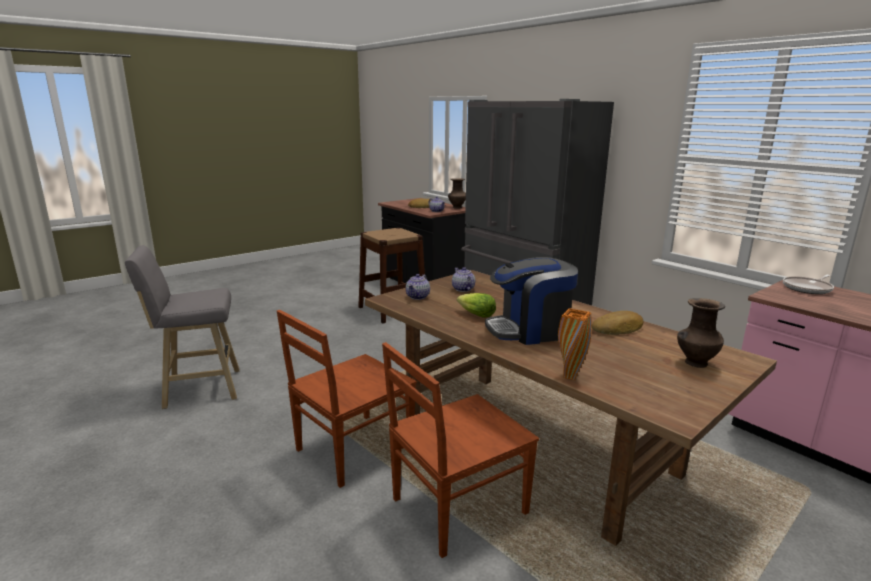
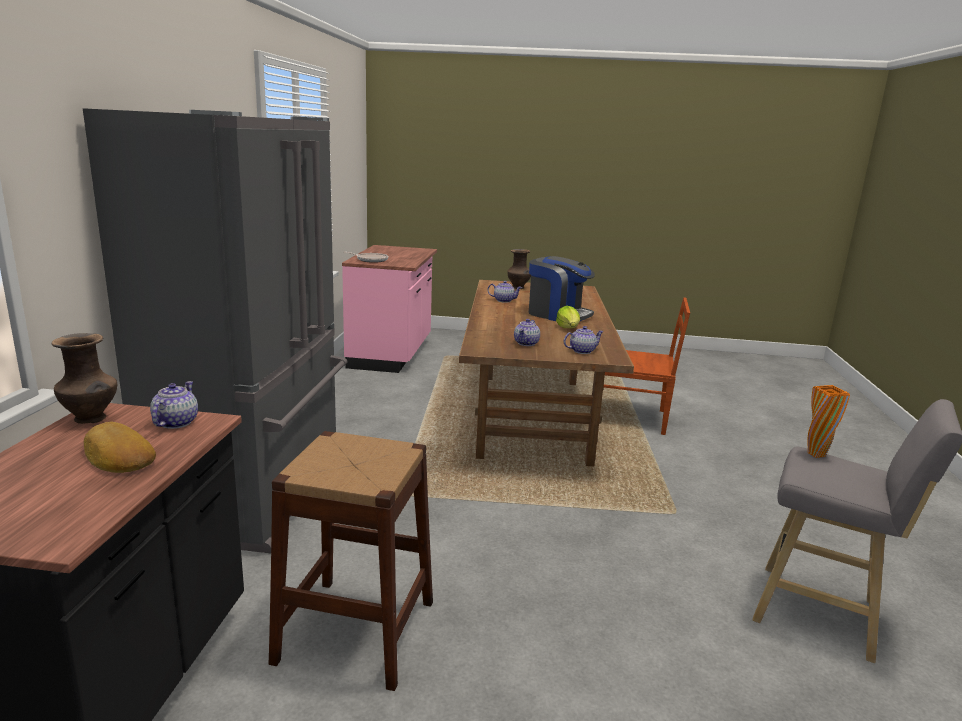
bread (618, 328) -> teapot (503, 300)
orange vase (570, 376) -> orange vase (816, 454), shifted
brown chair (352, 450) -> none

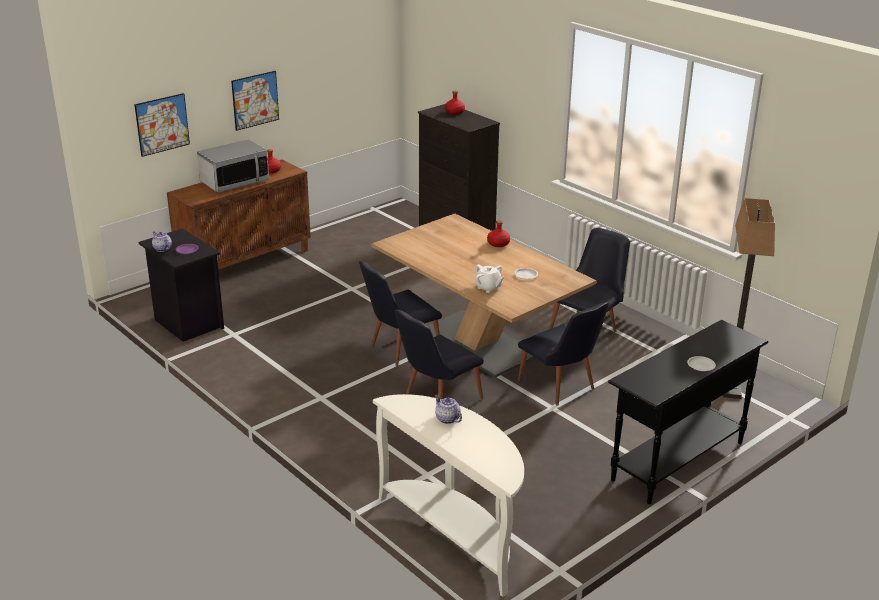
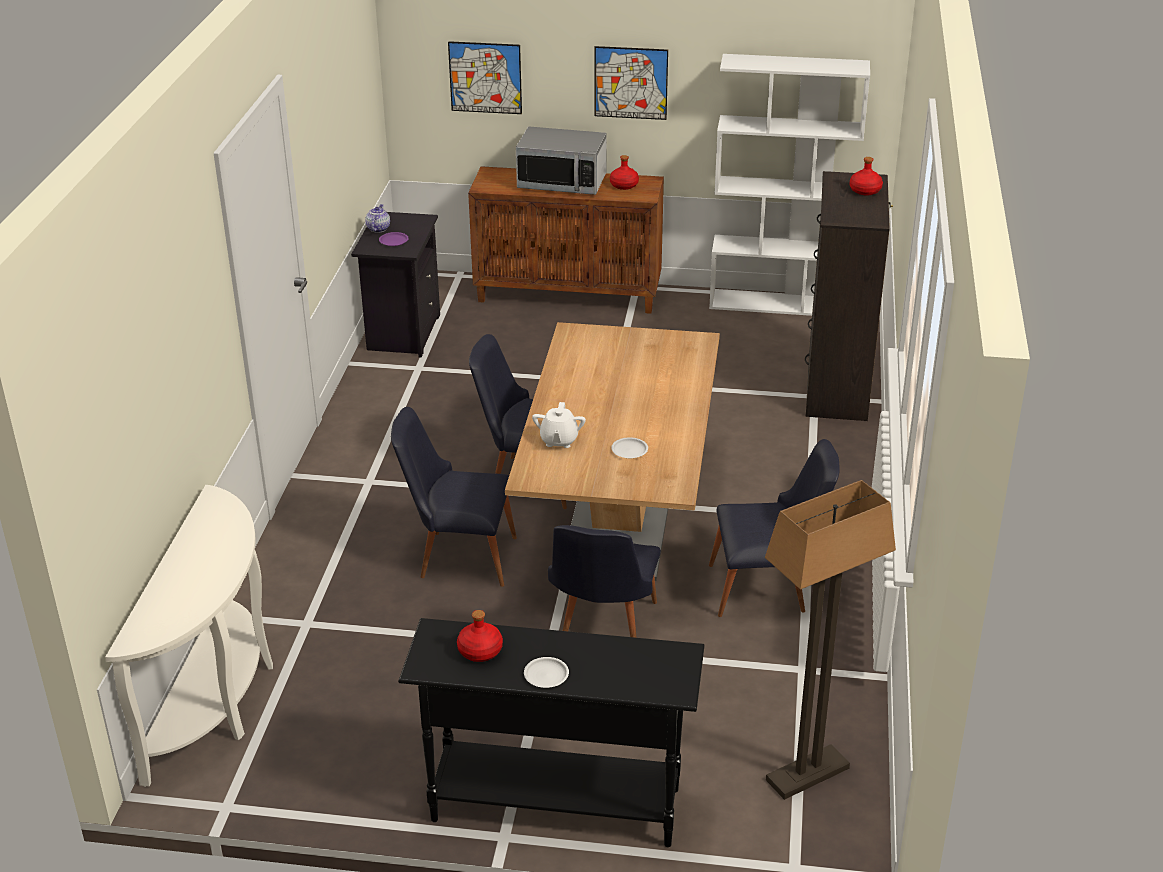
red bottle (498, 243) -> red bottle (480, 650), shifted
none -> white bookcase (778, 303)
teapot (447, 419) -> none

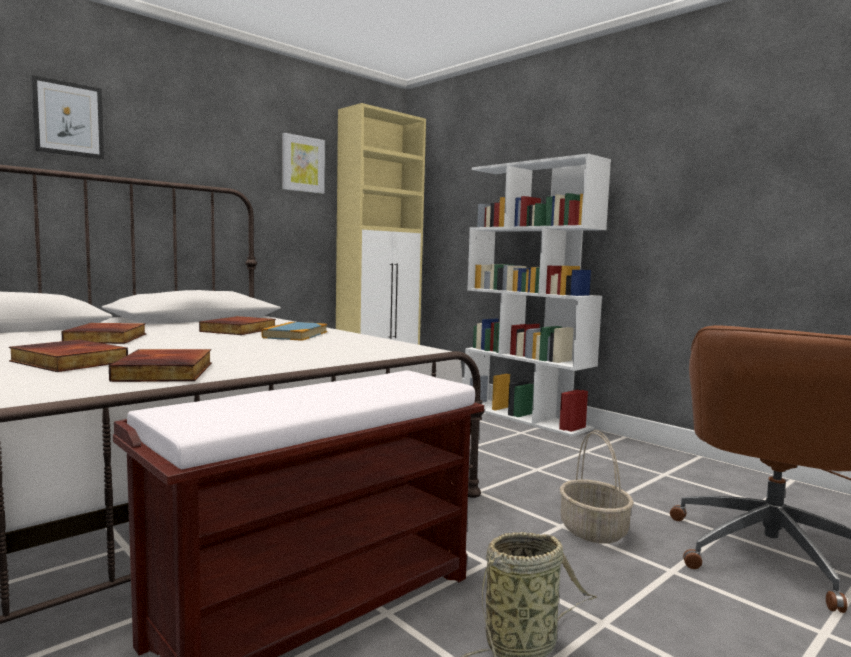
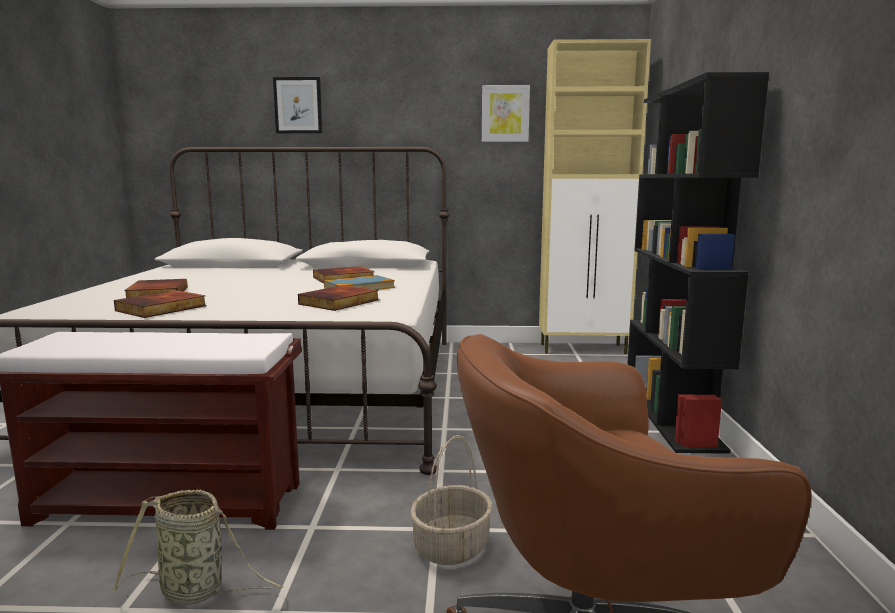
book (108, 338) -> book (340, 302), shifted
white bookcase (525, 417) -> black bookcase (672, 416)

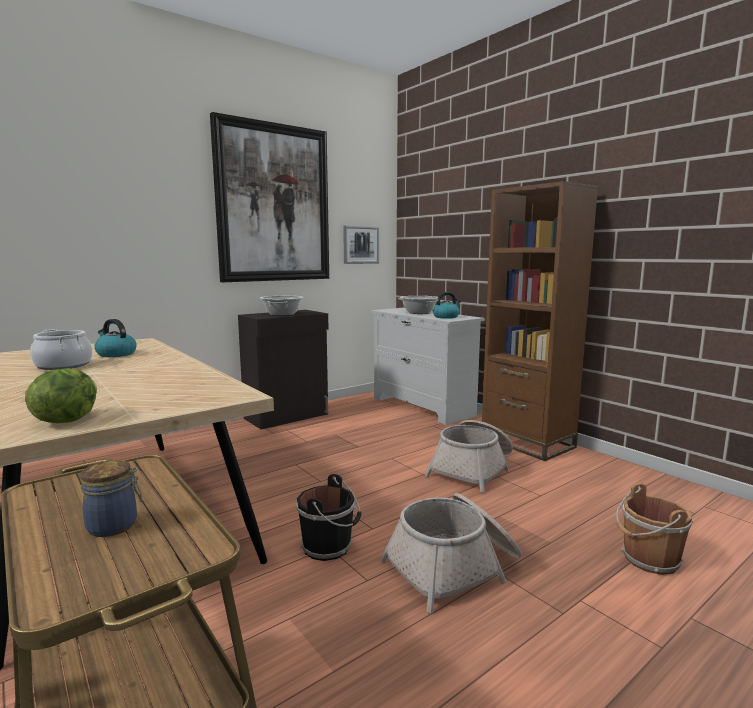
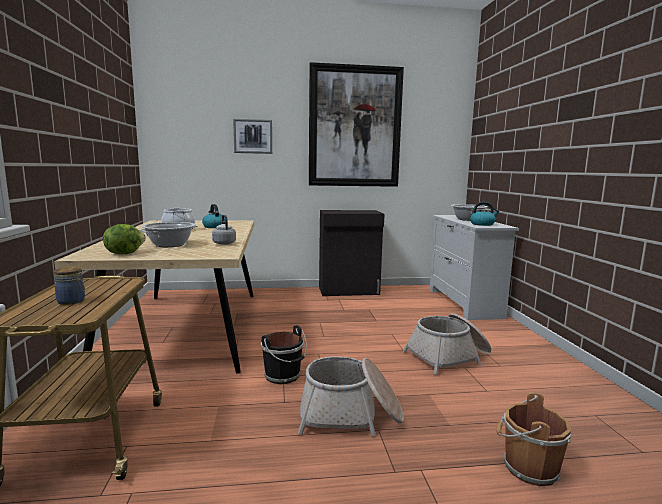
cooking pot (282, 314) -> cooking pot (170, 245), shifted
none -> grey kettle (224, 243)
picture (361, 245) -> picture (253, 136), shifted
brown bookcase (527, 442) -> none

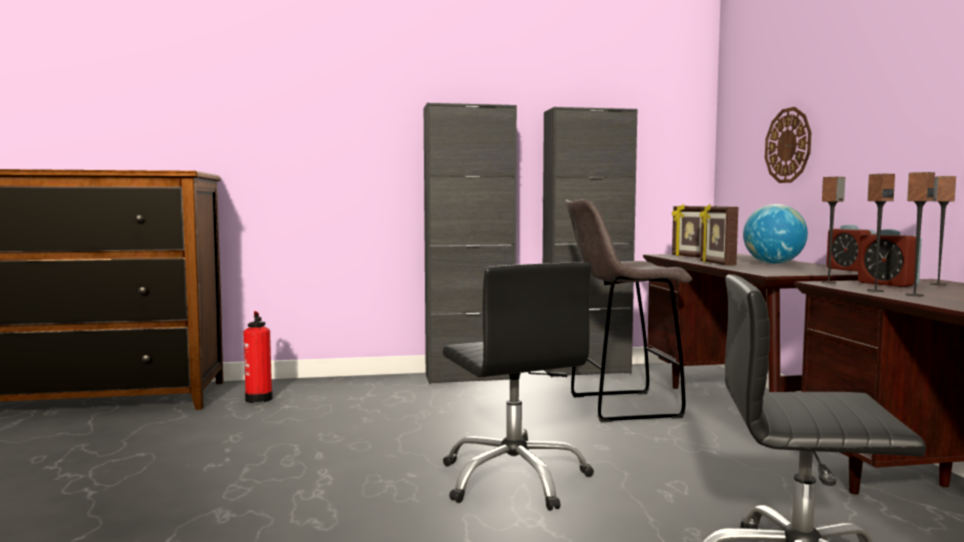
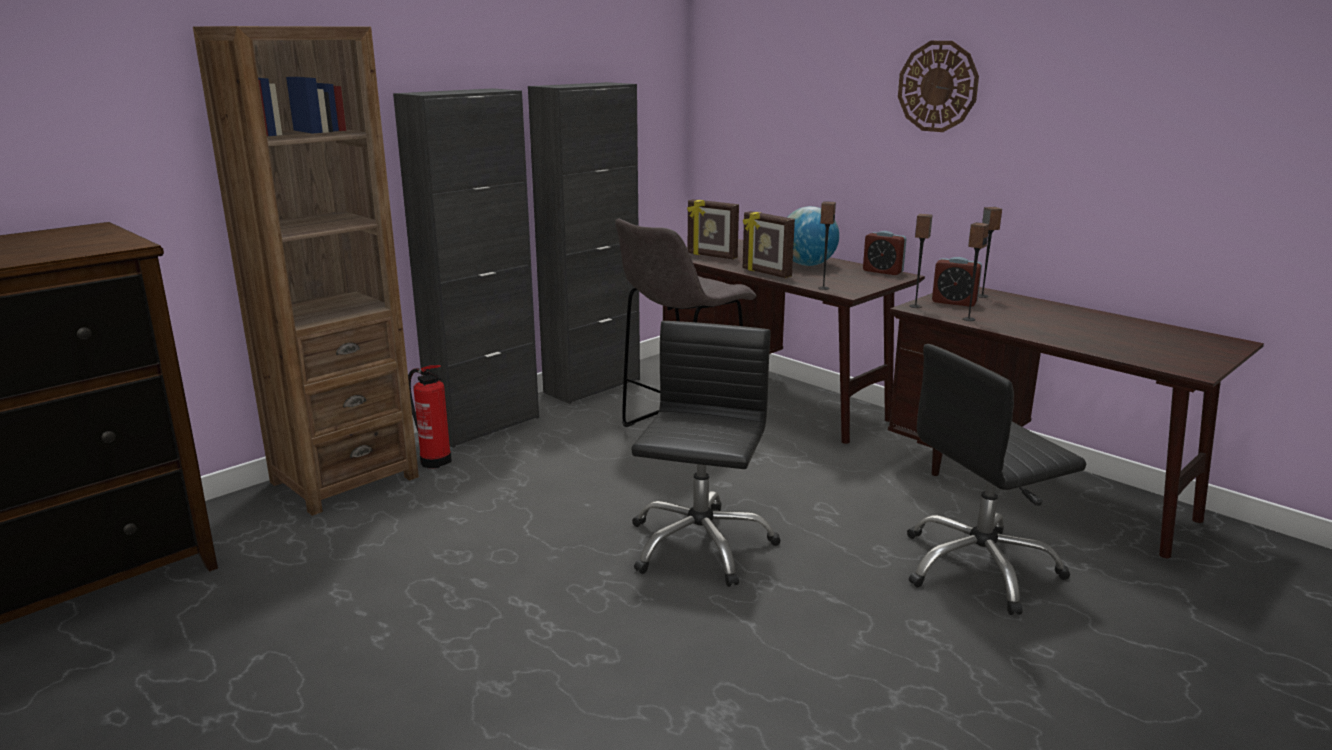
none -> brown bookcase (344, 479)
fire extinguisher (259, 398) -> fire extinguisher (434, 460), shifted
black office chair (514, 479) -> black office chair (699, 545), 105 degrees counterclockwise
speaker (914, 295) -> speaker (823, 288), shifted
wall clock (788, 145) -> wall clock (938, 86), shifted

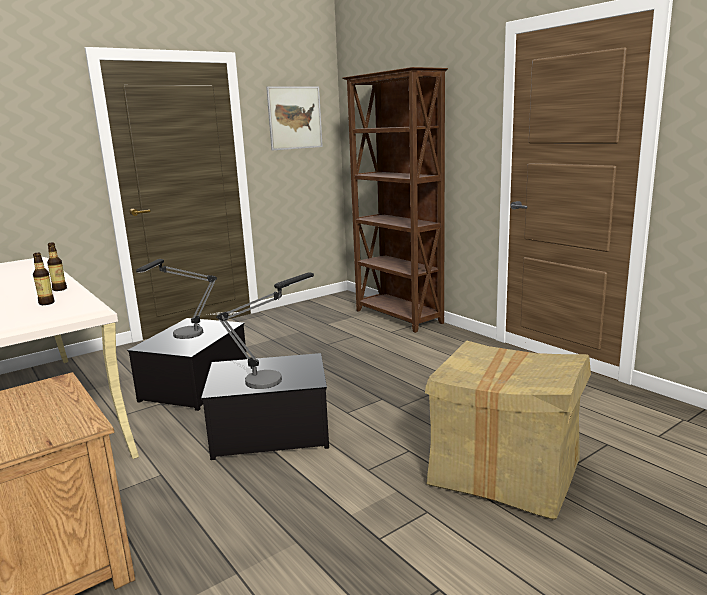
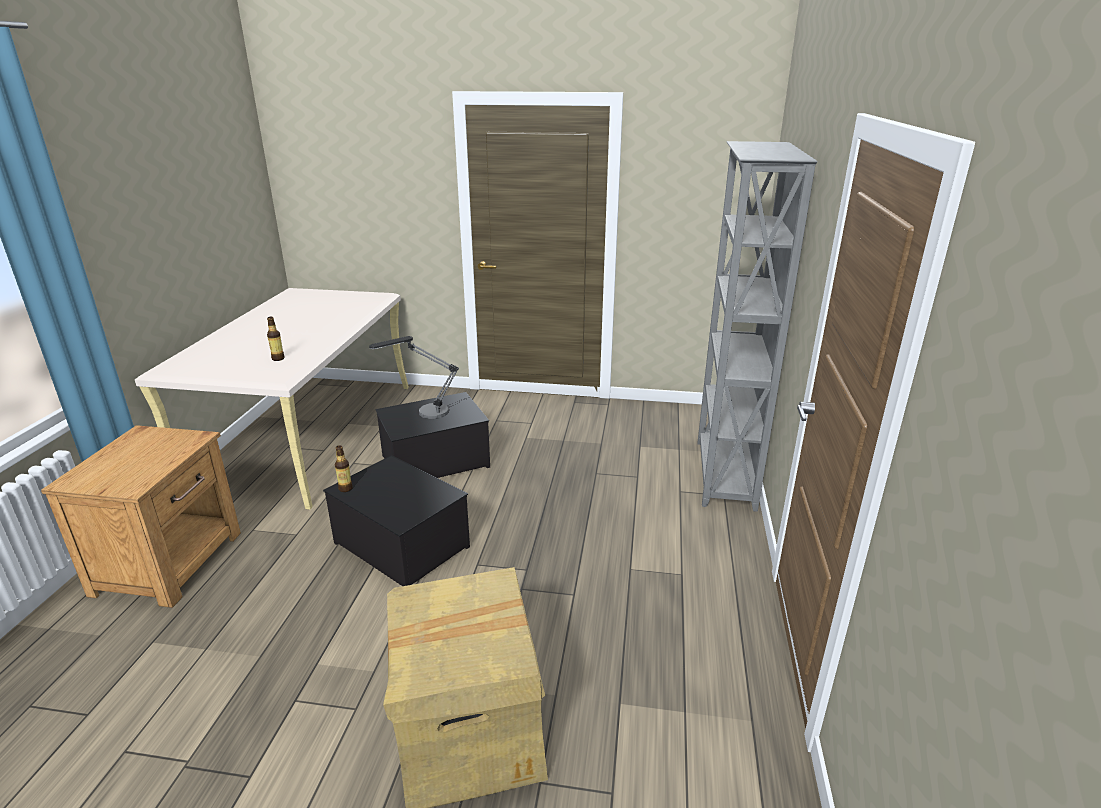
bottle (60, 289) -> bottle (345, 488), shifted
brown bookcase (398, 317) -> grey bookcase (723, 474)
table lamp (273, 377) -> none
picture (295, 118) -> none

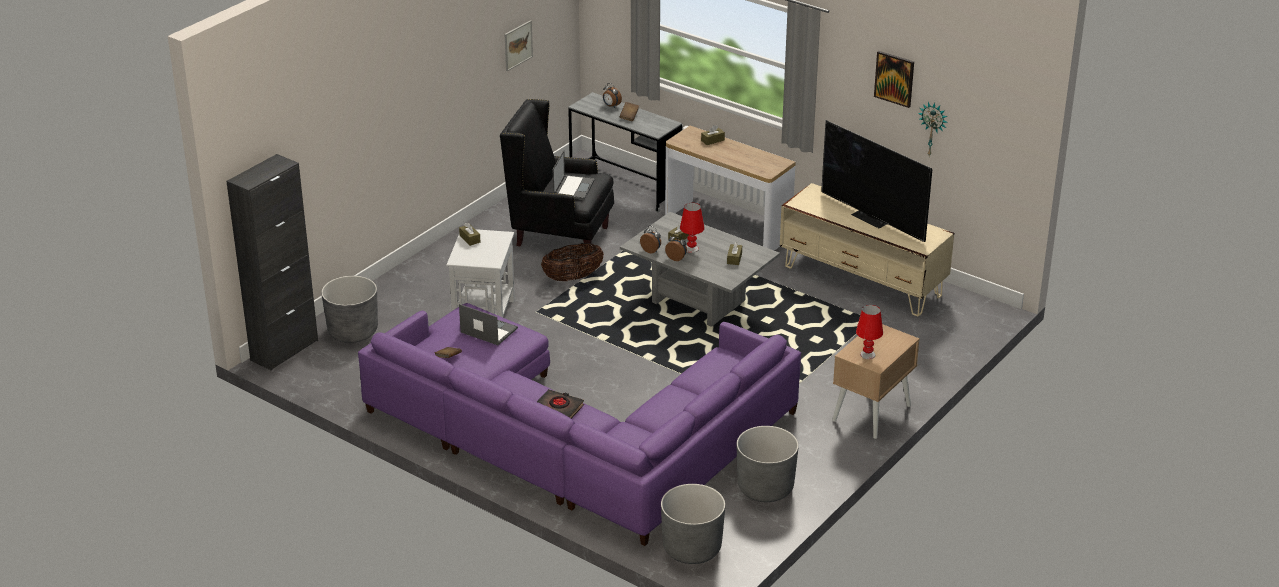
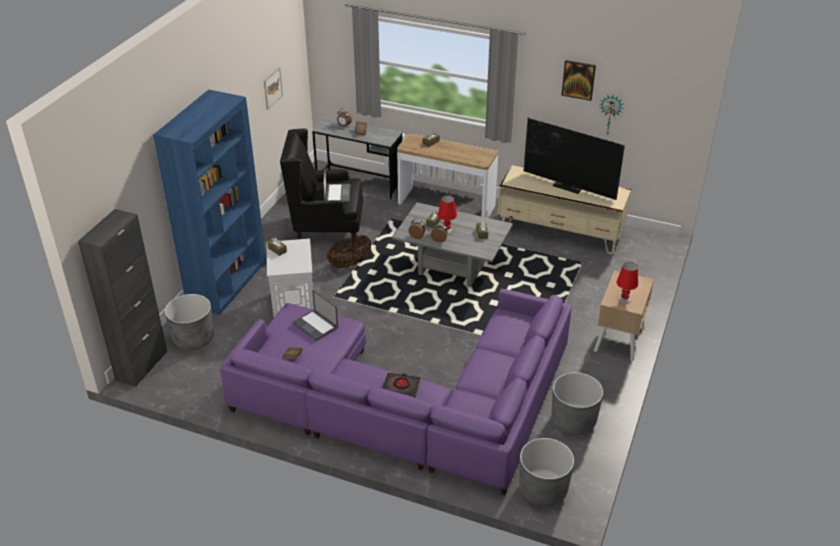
none -> blue bookcase (227, 283)
laptop (488, 330) -> laptop (315, 325), 150 degrees counterclockwise

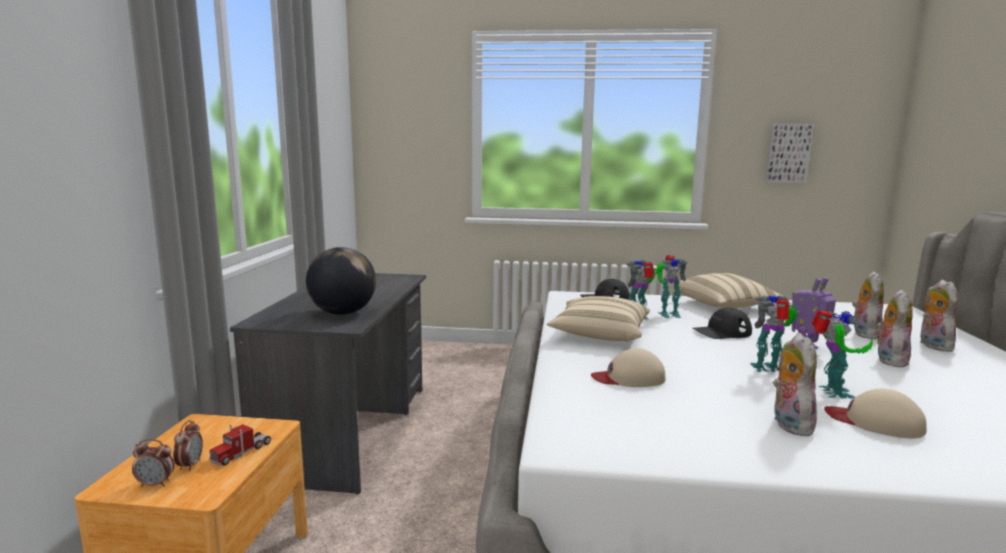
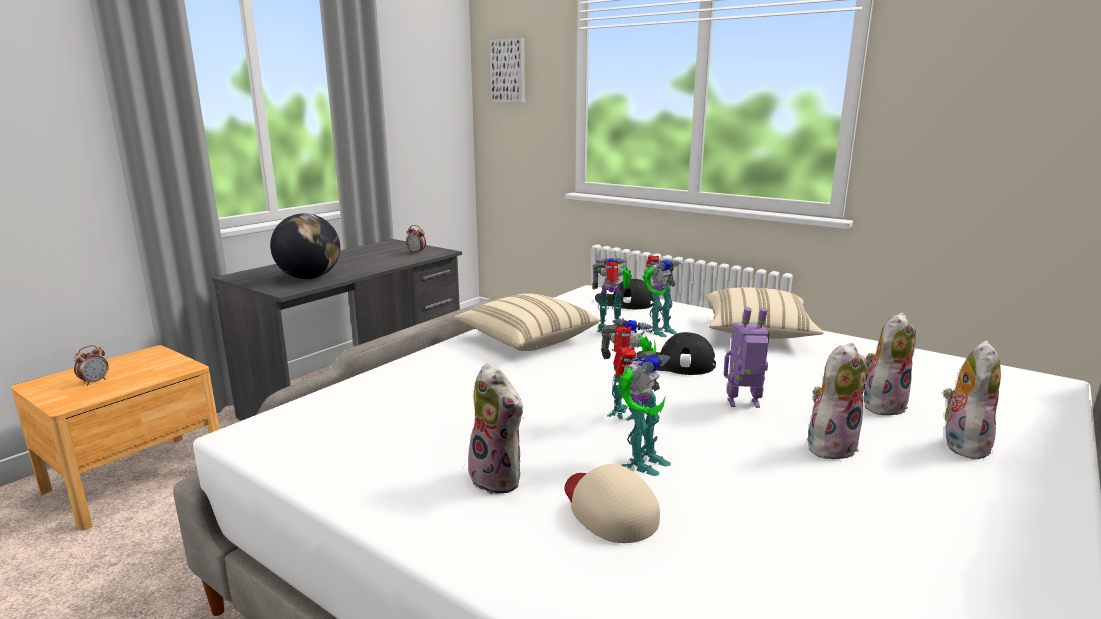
alarm clock (156, 484) -> alarm clock (416, 252), shifted
plush toy (788, 424) -> plush toy (499, 478), 105 degrees clockwise
picture (787, 153) -> picture (509, 71), shifted
toy robot (668, 314) -> toy robot (658, 331), 60 degrees counterclockwise
toy truck (241, 452) -> none
beige cap (629, 378) -> none

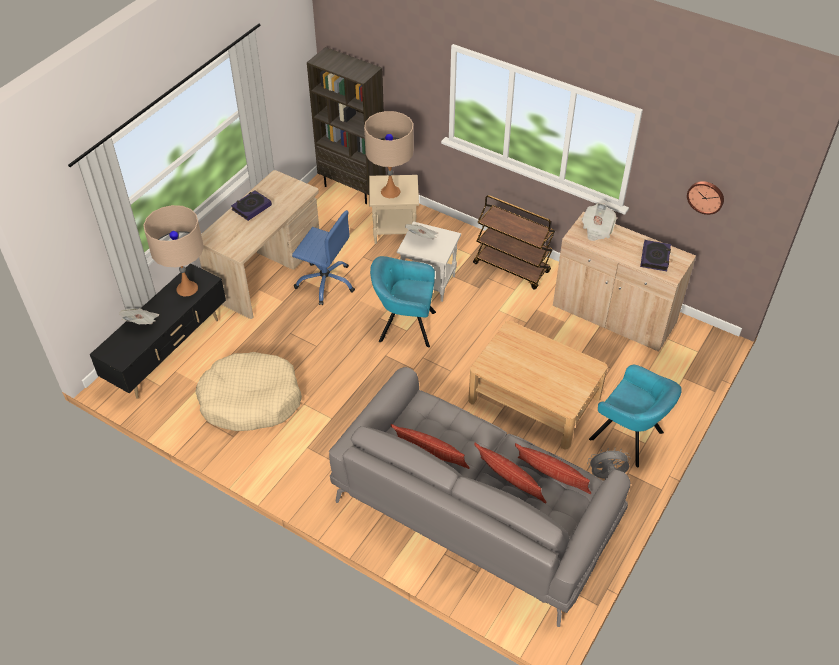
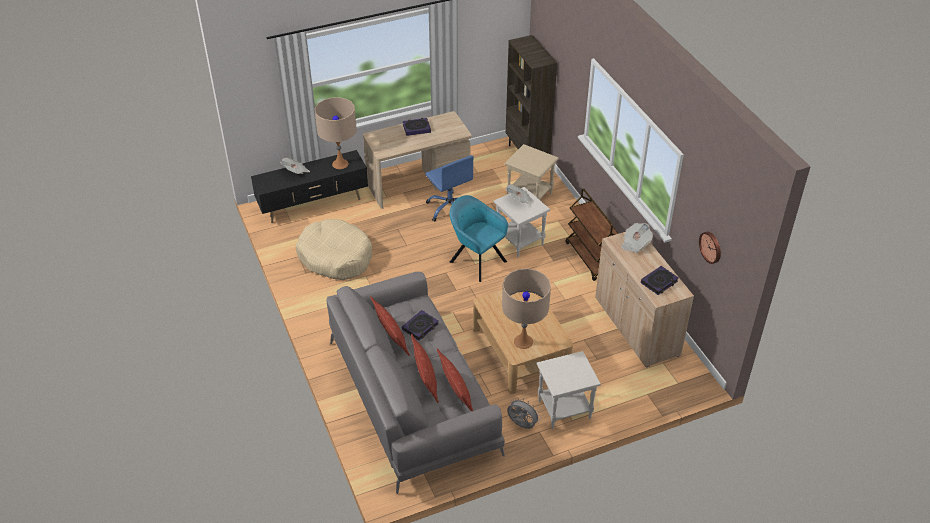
none -> book (420, 327)
beige table lamp (390, 191) -> beige table lamp (523, 341), shifted
turquoise armchair (629, 437) -> white side table (564, 410)

